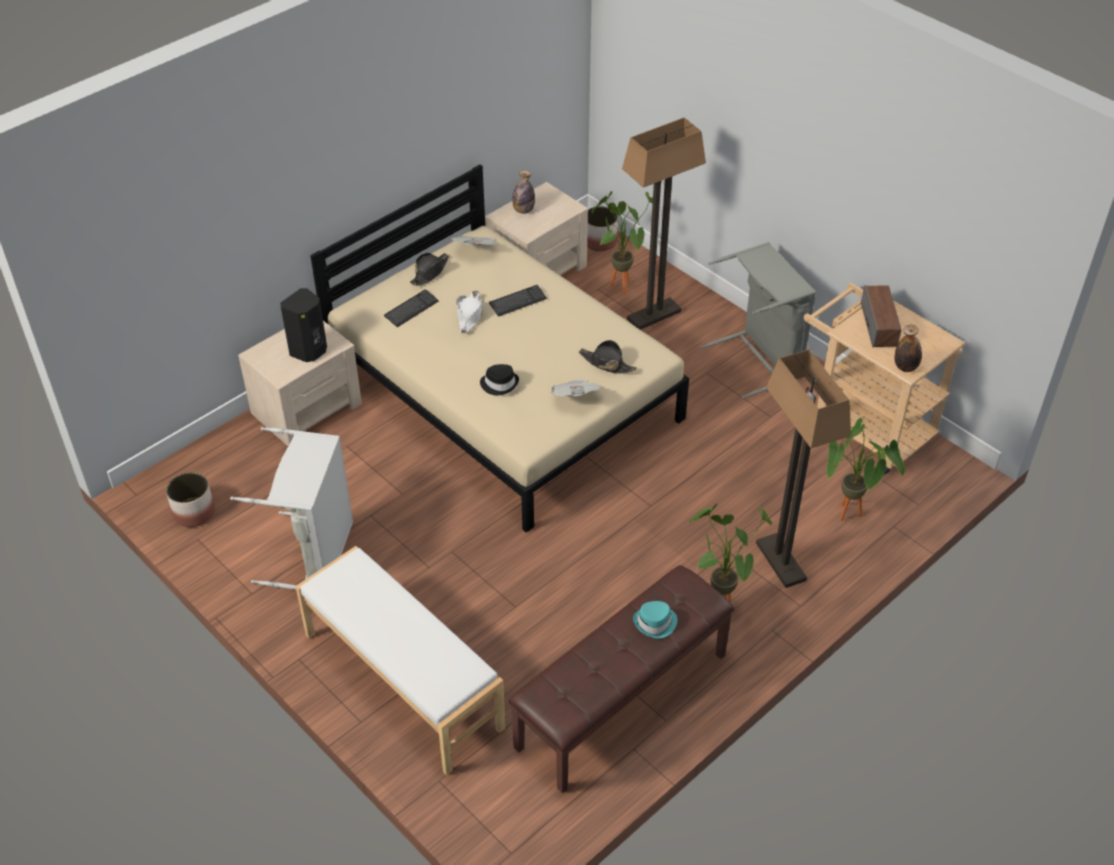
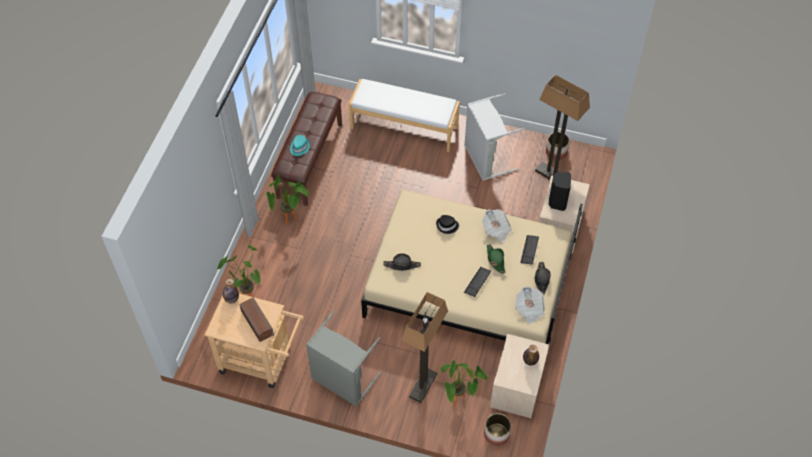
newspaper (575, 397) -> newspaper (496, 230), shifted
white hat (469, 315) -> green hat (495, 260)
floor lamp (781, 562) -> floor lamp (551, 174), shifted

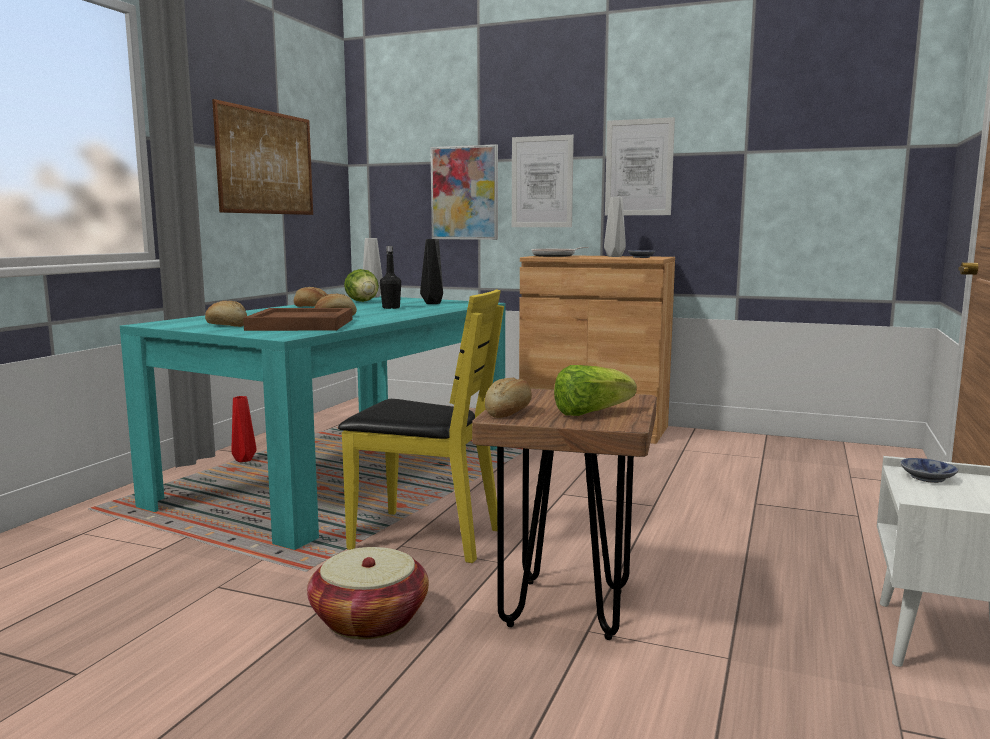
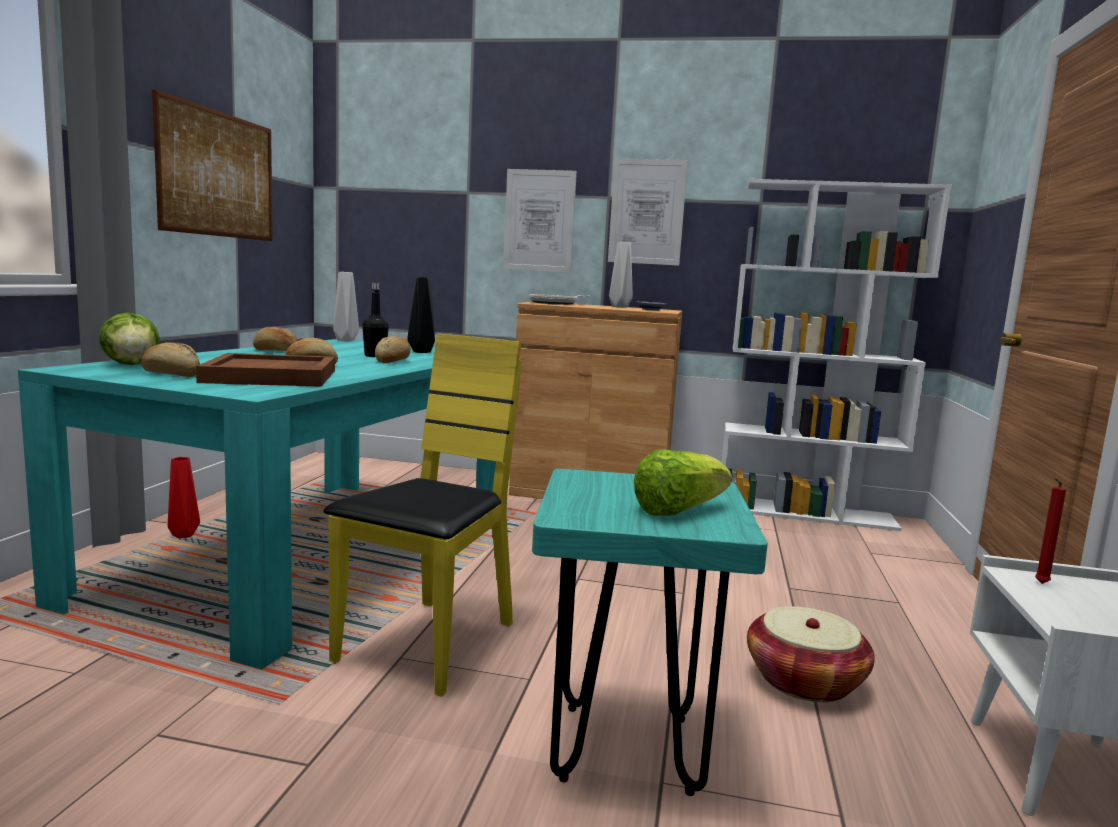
lettuce (363, 302) -> lettuce (131, 365), shifted
yellow chair (425, 537) -> yellow chair (428, 644), 75 degrees counterclockwise
bread (509, 412) -> bread (393, 361), shifted
brown stool (567, 608) -> turquoise stool (626, 747)
none -> white bookcase (805, 513)
basket (369, 619) -> basket (804, 681), shifted
bowl (925, 477) -> red candle (1040, 583)
picture (464, 193) -> none

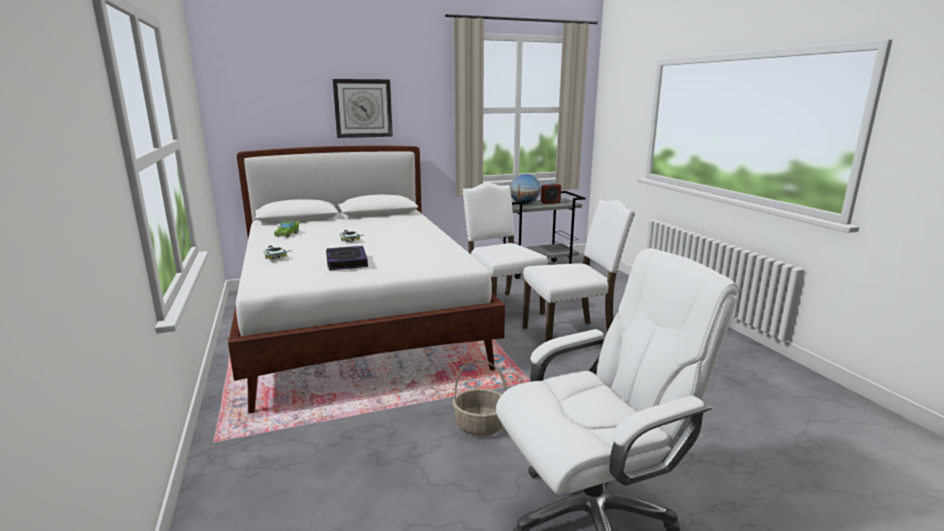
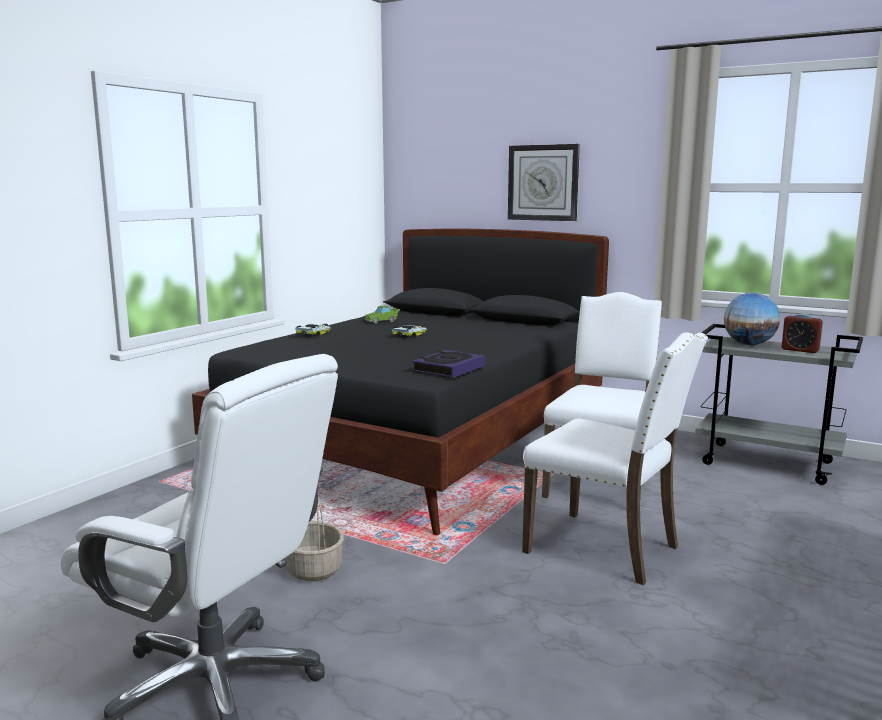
white bed (358, 323) -> black bed (422, 444)
book (346, 262) -> book (448, 369), shifted

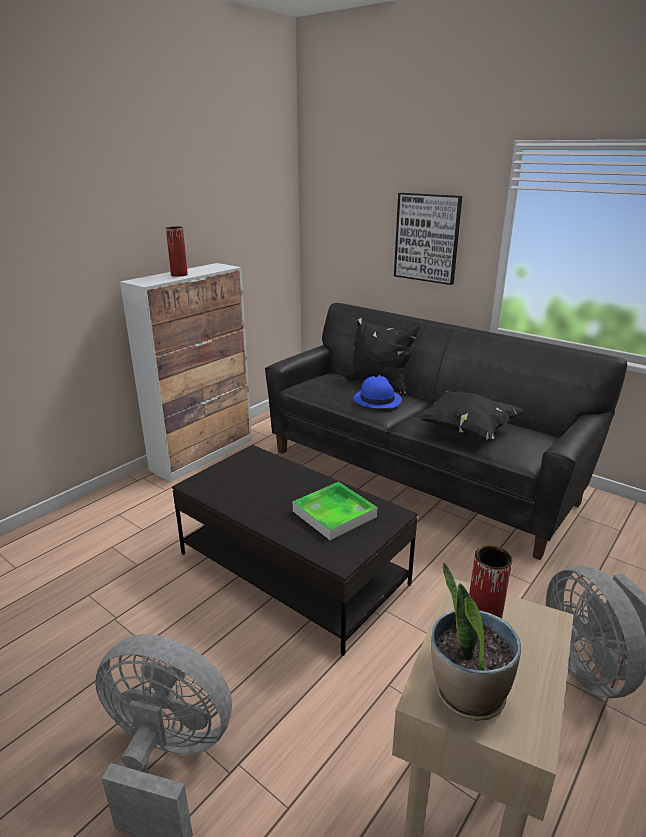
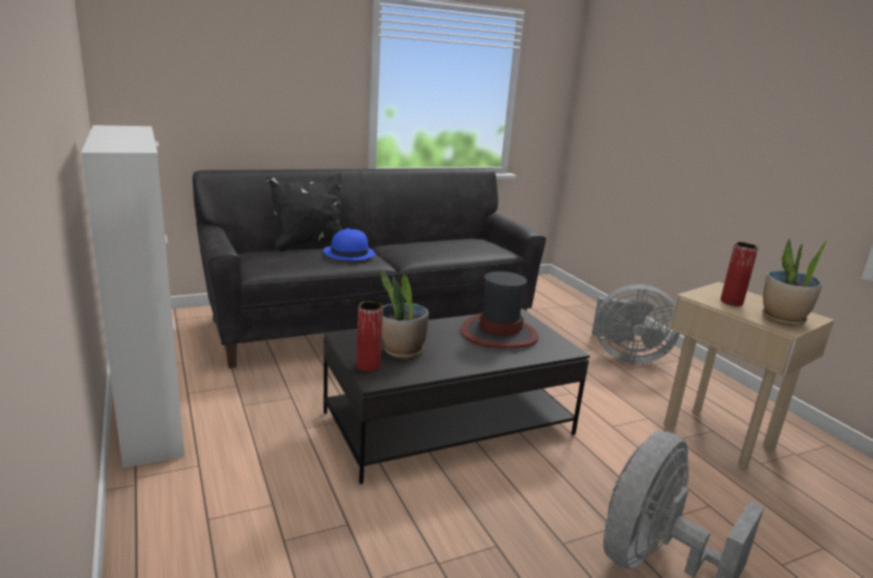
red vase (179, 275) -> red vase (368, 366), shifted
none -> potted plant (402, 351)
tray (334, 514) -> hat (498, 334)
picture (427, 238) -> none
black pillow (465, 430) -> none

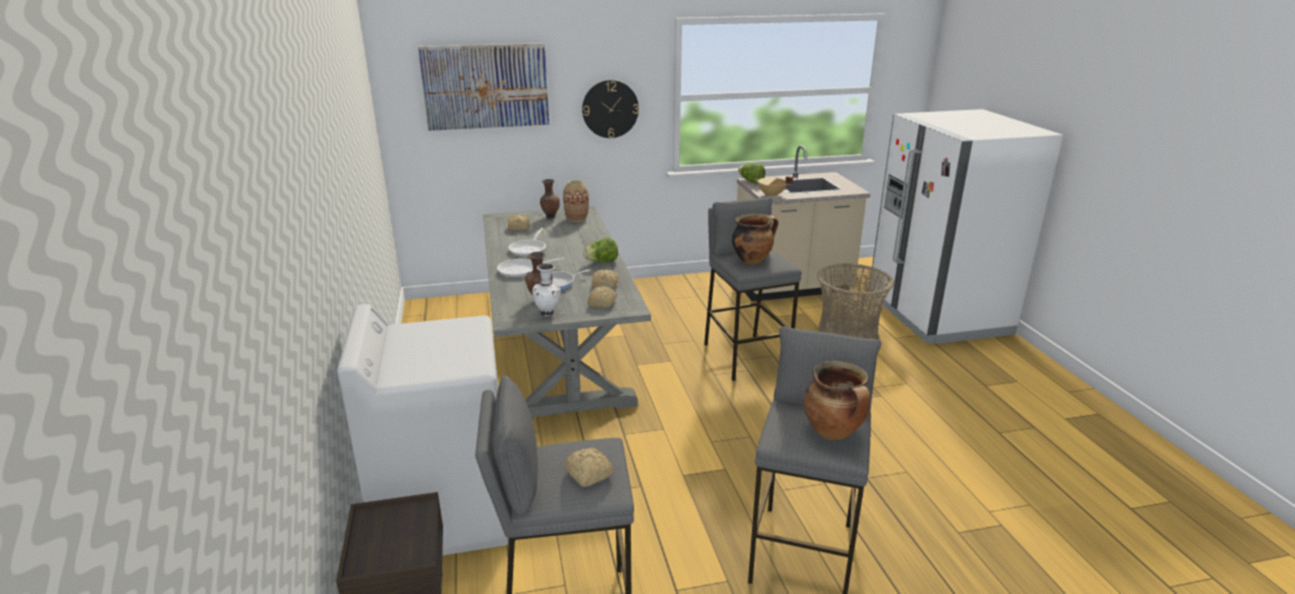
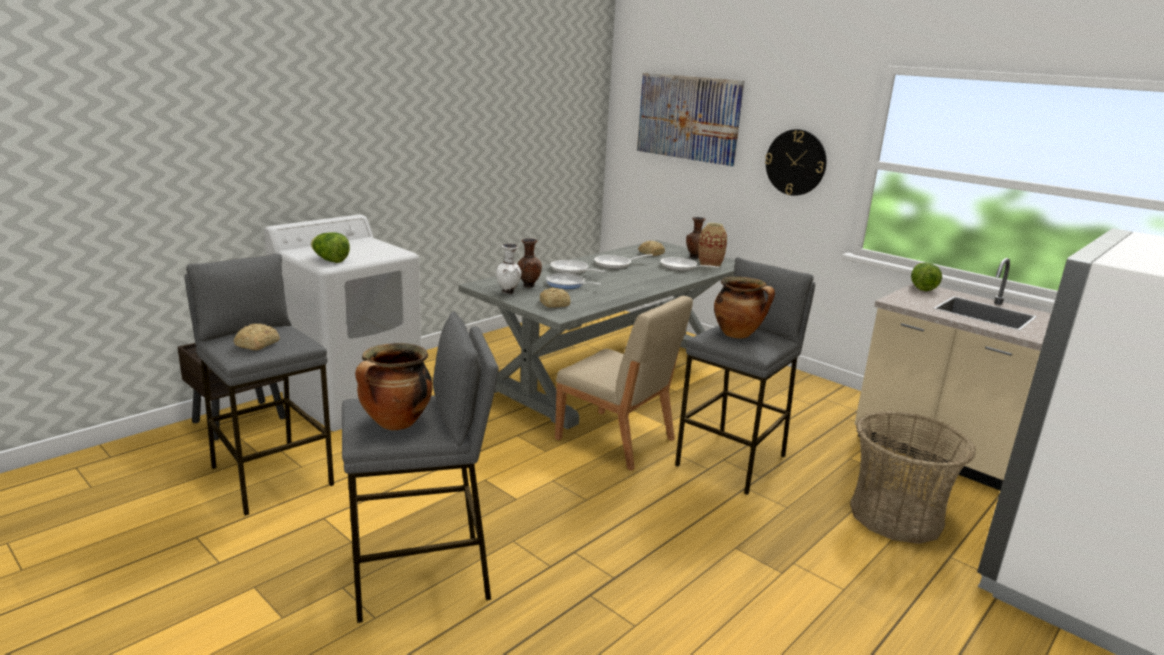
lettuce (602, 262) -> lettuce (330, 260), shifted
none -> beige chair (616, 440)
none -> frying pan (681, 267)
bread (604, 285) -> none
beige cooking pot (771, 195) -> none

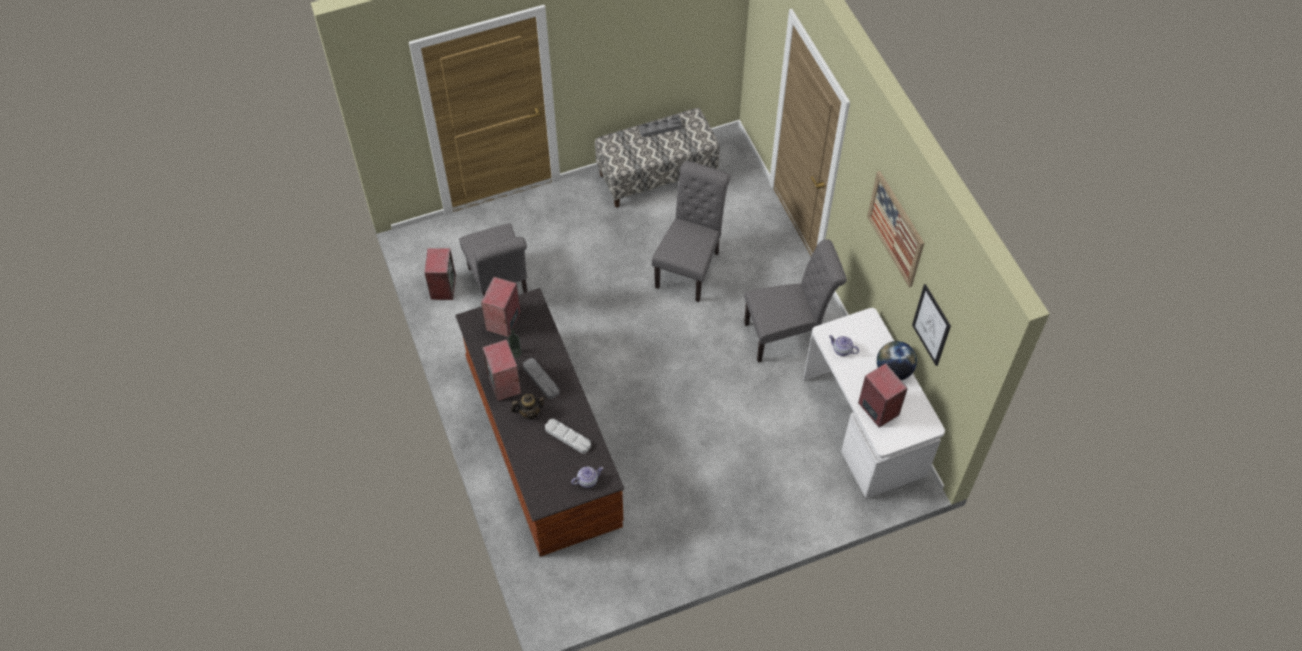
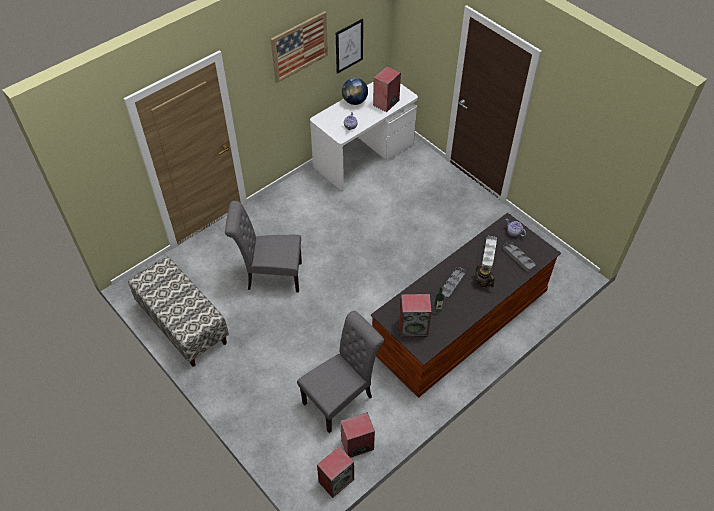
speaker (505, 384) -> speaker (336, 480), shifted
grey tray (660, 128) -> grey tray (518, 258), shifted
grey chair (787, 334) -> none

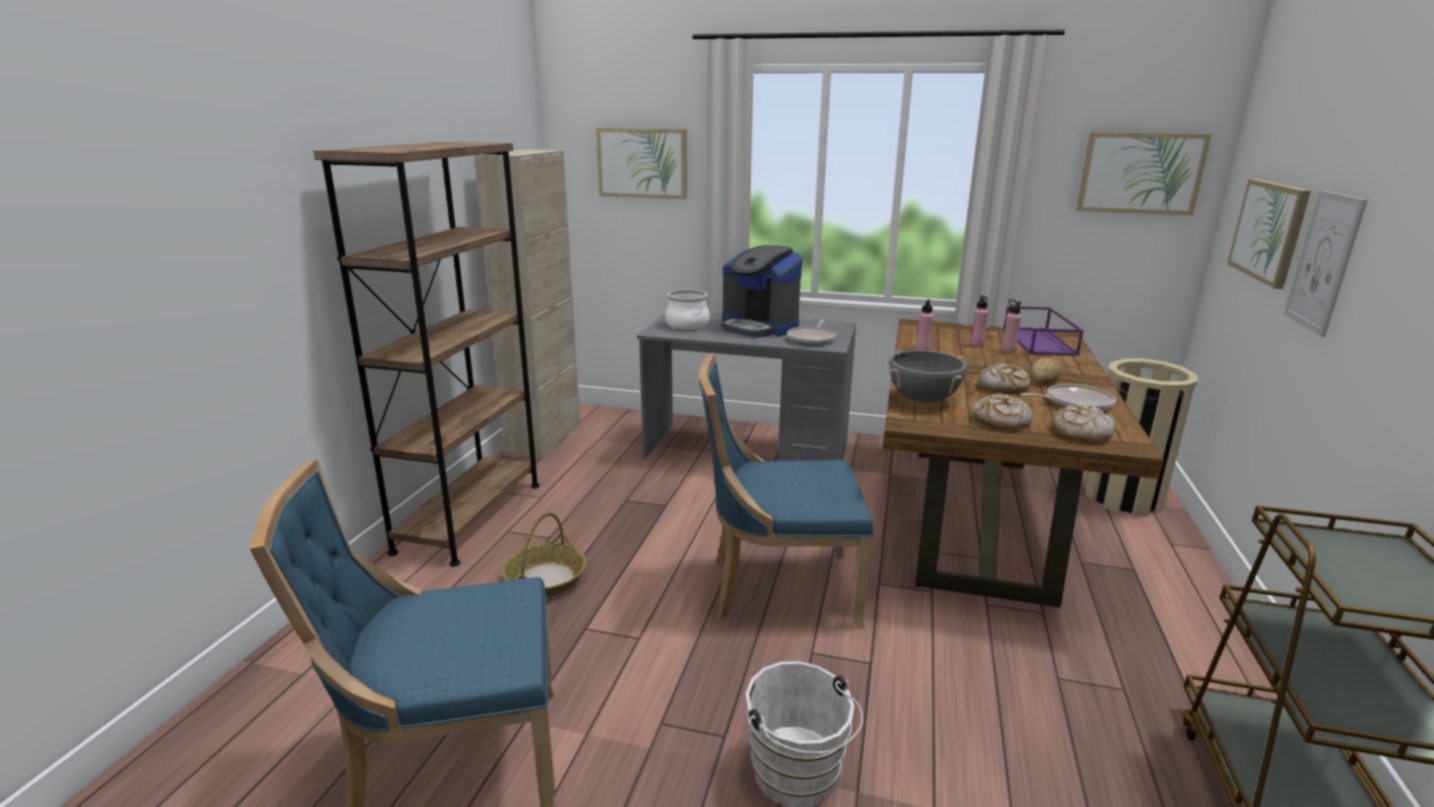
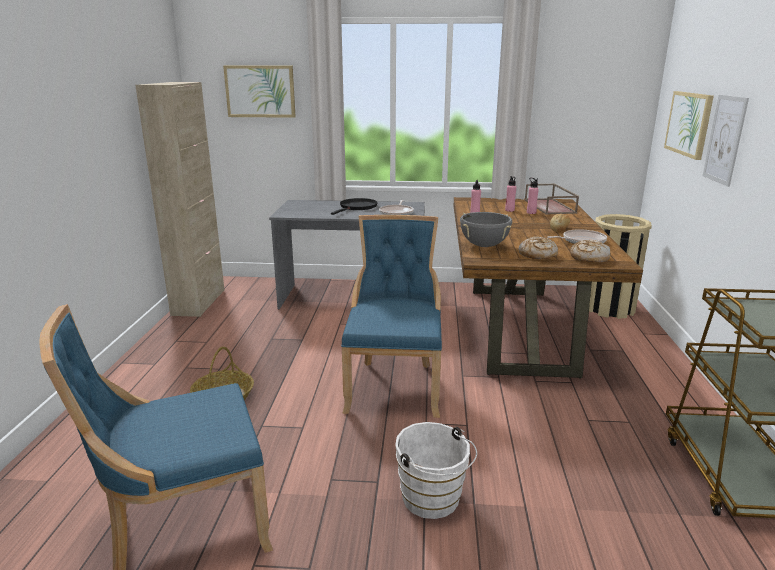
coffee machine (759, 327) -> black frying pan (357, 207)
blue chair (778, 588) -> blue chair (394, 385), 105 degrees clockwise
purple tray (1040, 342) -> brown tray (550, 206)
brown bookcase (469, 517) -> none
cooking pot (687, 325) -> none
bread (1002, 387) -> none
picture (1140, 173) -> none

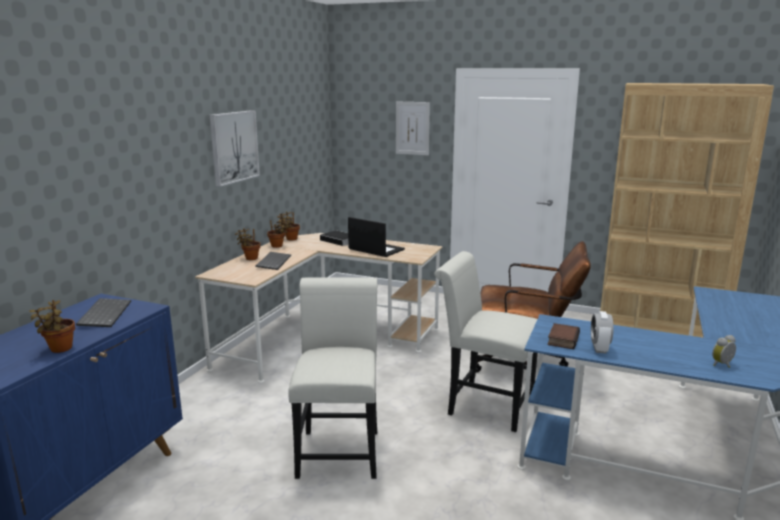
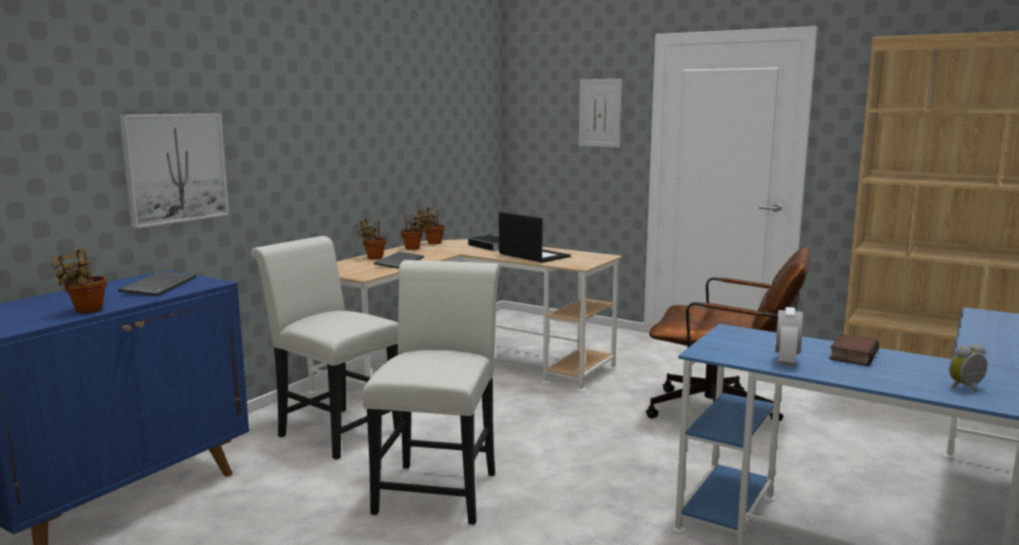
picture (234, 147) -> picture (175, 168), shifted
white chair (484, 405) -> white chair (333, 430), shifted
book (562, 339) -> book (852, 355), shifted

